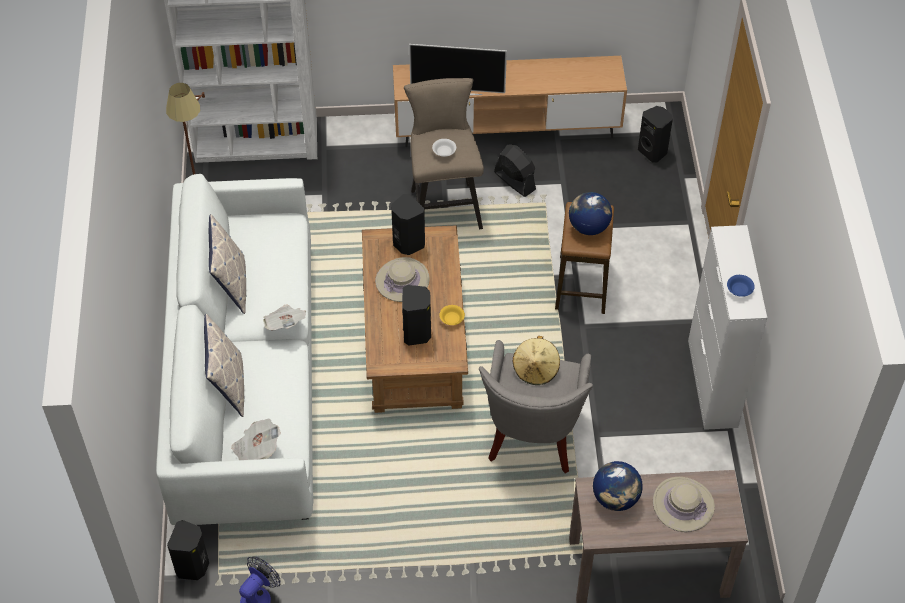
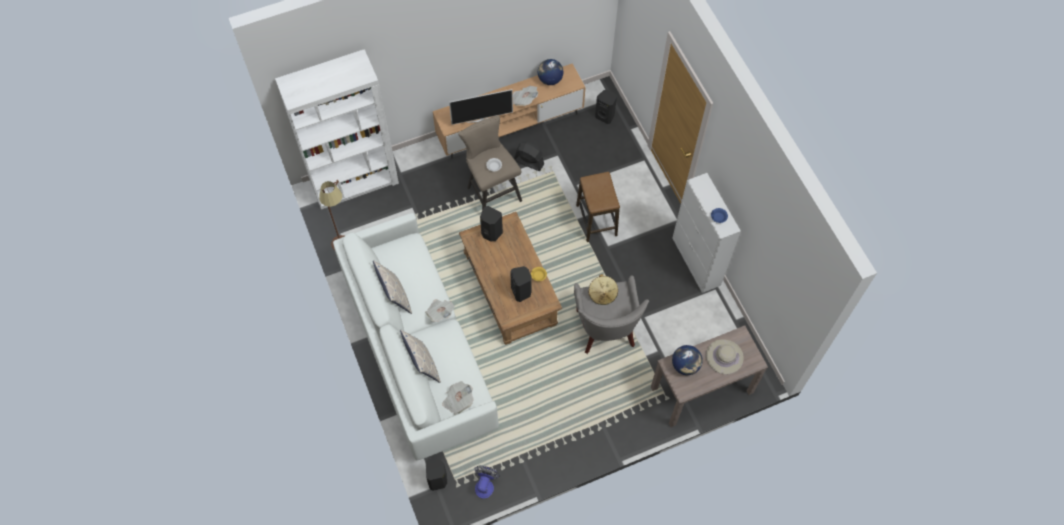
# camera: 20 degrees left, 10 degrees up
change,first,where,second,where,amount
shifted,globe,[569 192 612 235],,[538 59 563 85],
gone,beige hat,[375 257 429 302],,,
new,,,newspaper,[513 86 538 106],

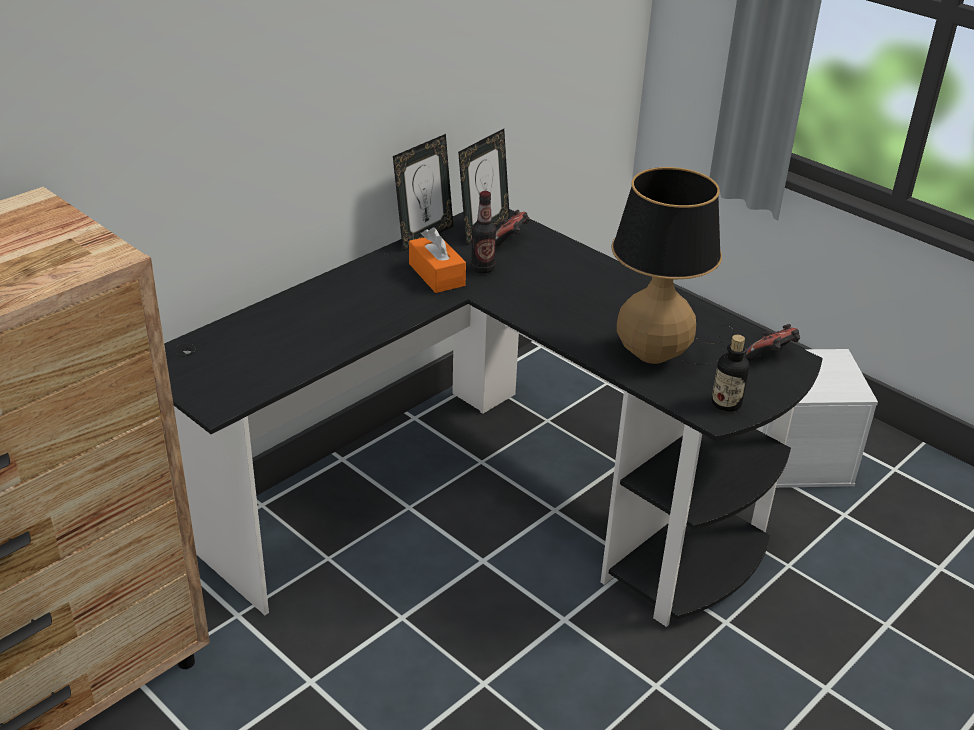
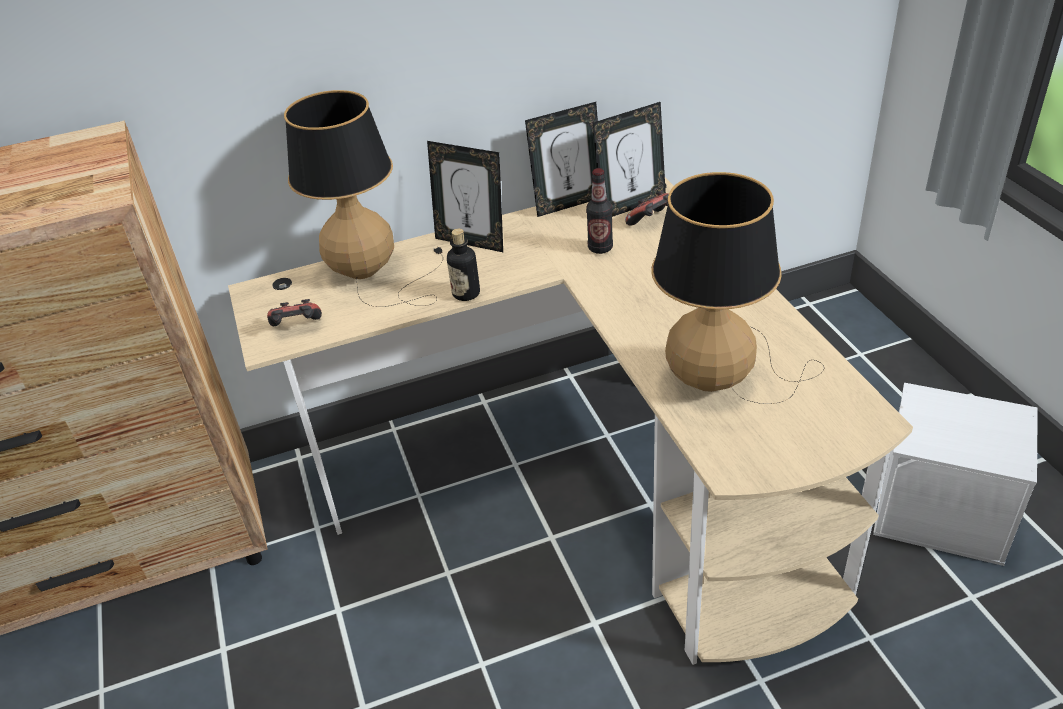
# camera: 30 degrees right, 5 degrees up
change,first,where,second,where,amount
repainted,black desk,[164 209 823 627],beige desk,[228 177 913 665],
gone,orange tissue box,[409 227 466 293],,,
shifted,game controller,[746 324 800 358],,[267 299 322 326],
shifted,bottle,[712 335 750 412],,[447 229 480 301],
new,,,table lamp,[284 90 443 307],
new,,,picture frame,[427 141 503 252],

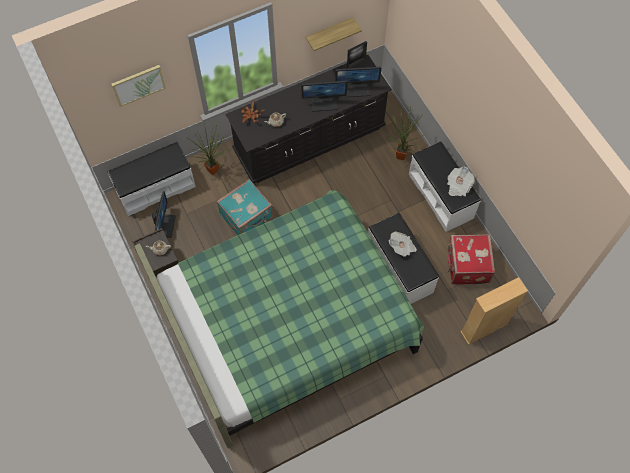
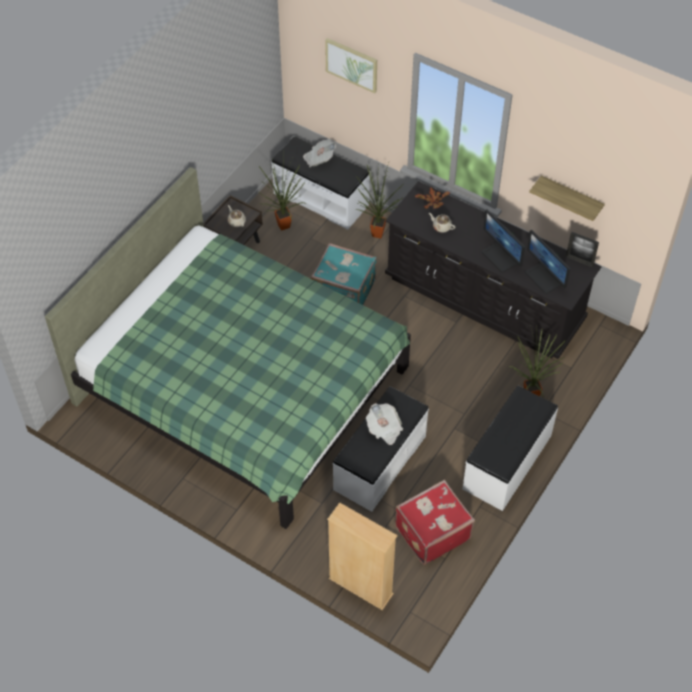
# camera: 60 degrees right, 10 degrees down
change,first,where,second,where,amount
shifted,newspaper,[447 167 475 196],,[303 139 336 167],
swapped,monitor,[152 191 176 238],potted plant,[259 152 307 231],

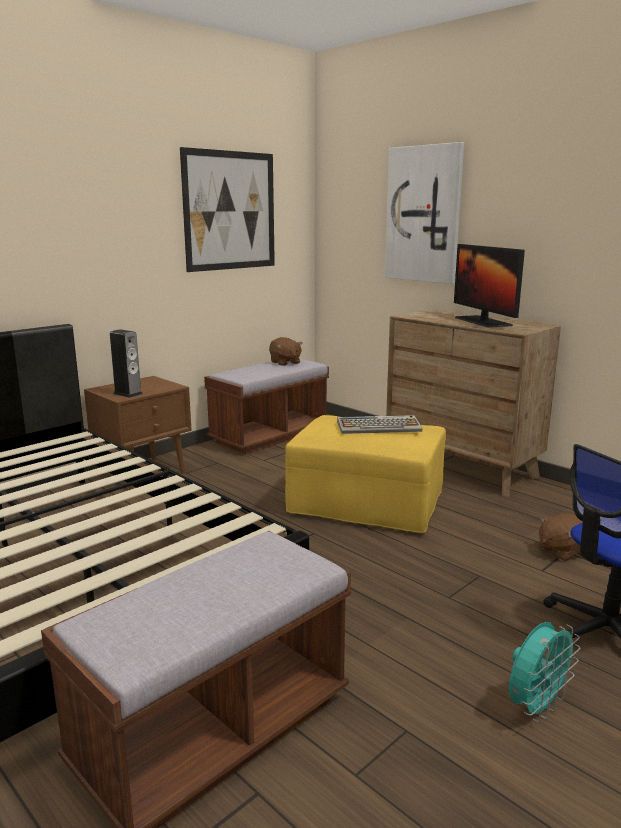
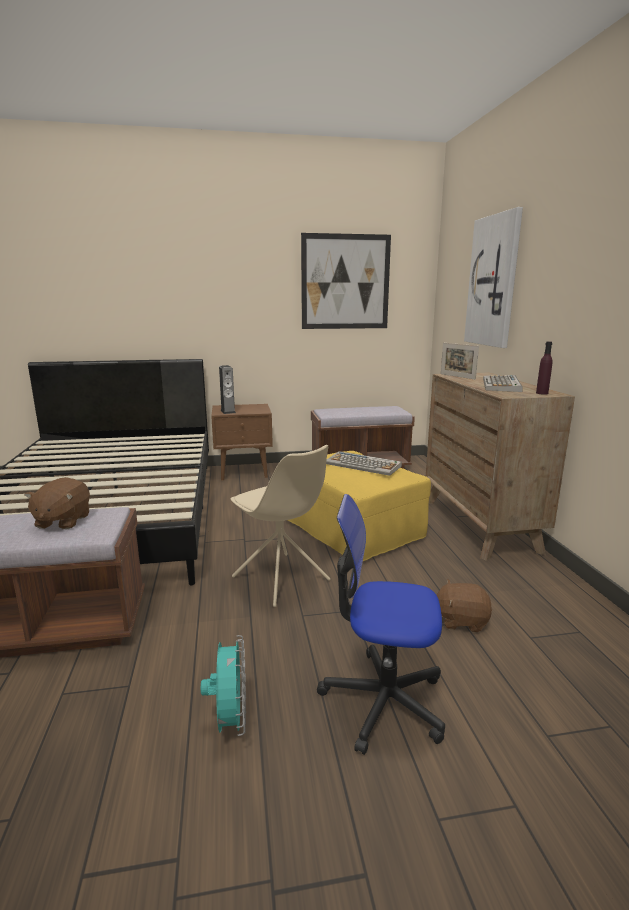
# camera: 35 degrees right, 0 degrees up
change,first,where,second,where,amount
swapped,monitor,[454 244 525 328],keyboard,[483 375 523 392],
shifted,brown plush toy,[269 337 302 366],,[24 477 90 529],
rotated,turquoise fan,[509 622 581 722],,[201 635 246 736],90 degrees counterclockwise
new,,,purple bottle,[536 341 553 394],
new,,,picture frame,[441 343 479 380],
new,,,beige chair,[231 445 330 607],

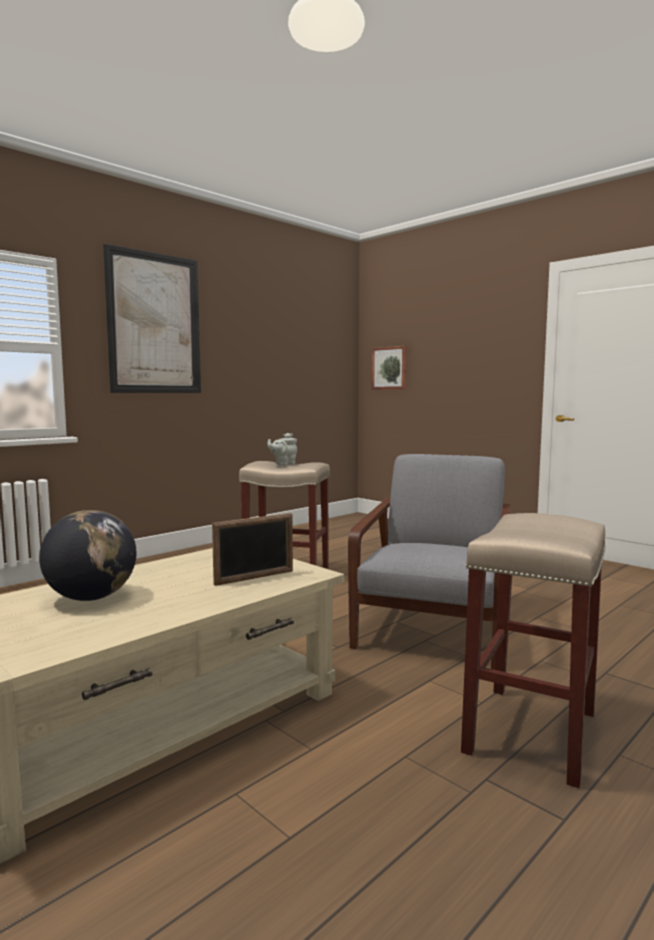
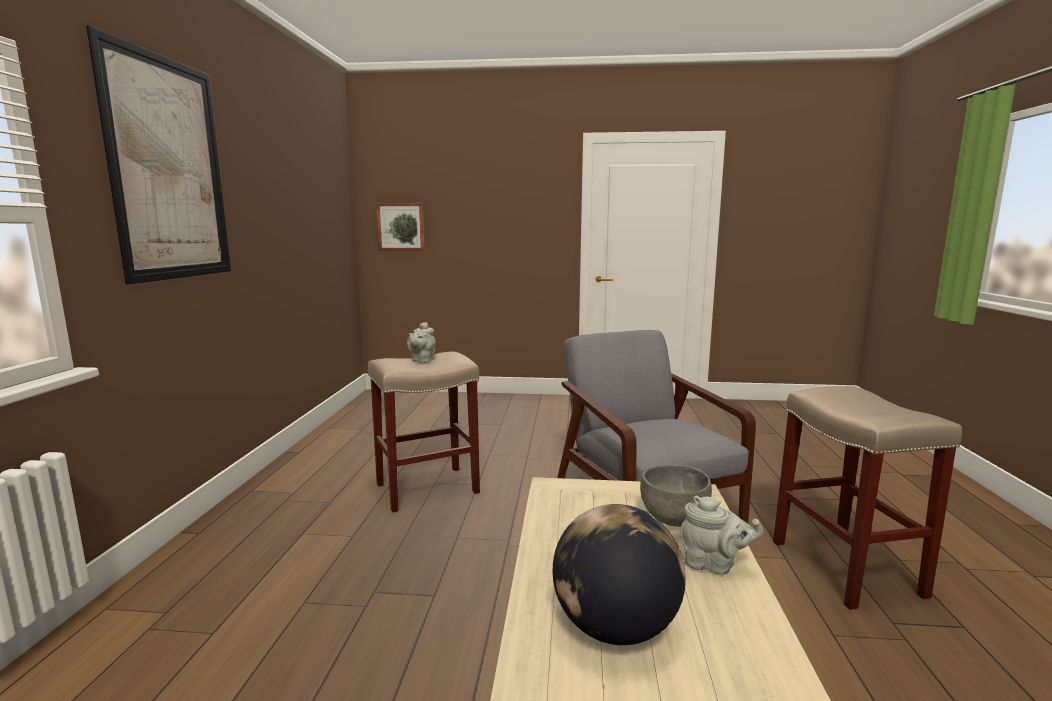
# camera: 40 degrees left, 5 degrees up
change,first,where,second,where,amount
swapped,picture frame,[212 513 293 586],grey bowl,[640 464 712 527],
new,,,grey teapot,[680 496 764 575],

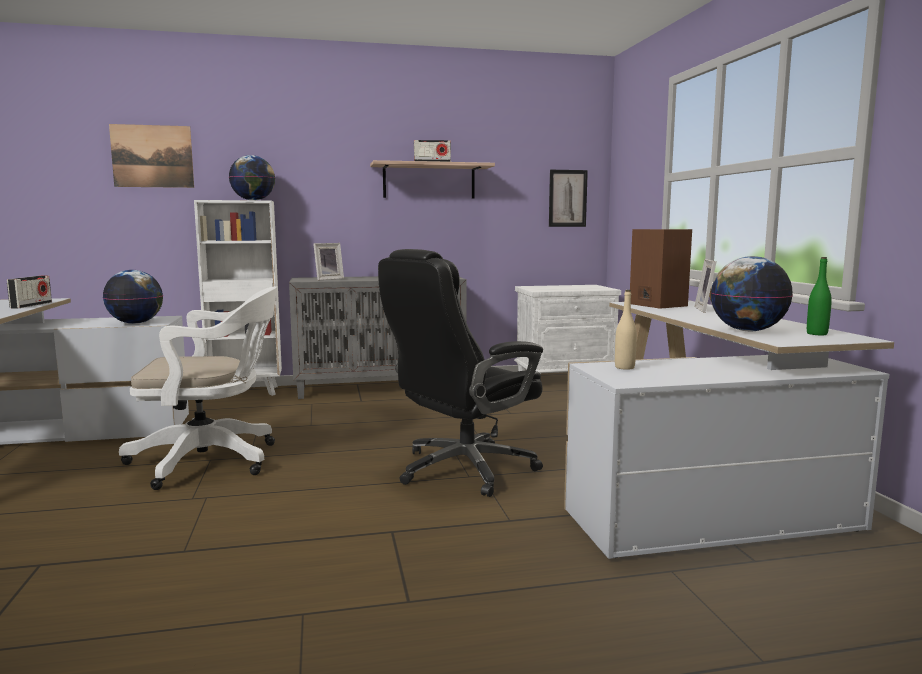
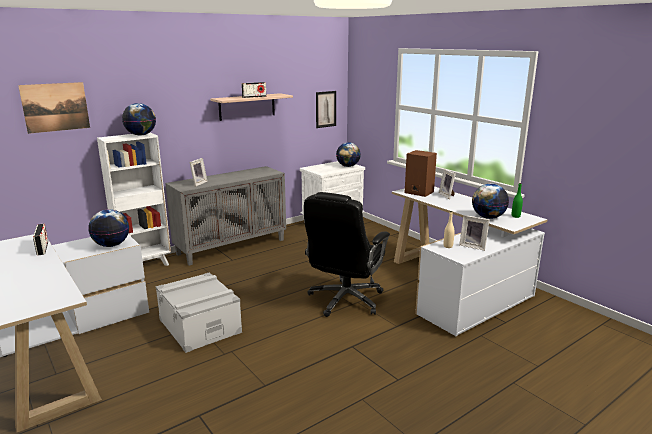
# camera: 25 degrees left, 10 degrees up
change,first,where,second,where,amount
swapped,white office chair,[119 286 277 490],grey storage box,[156 272 242 353],
new,,,globe,[336 142 361 167],
new,,,picture frame,[459 215 490 251],

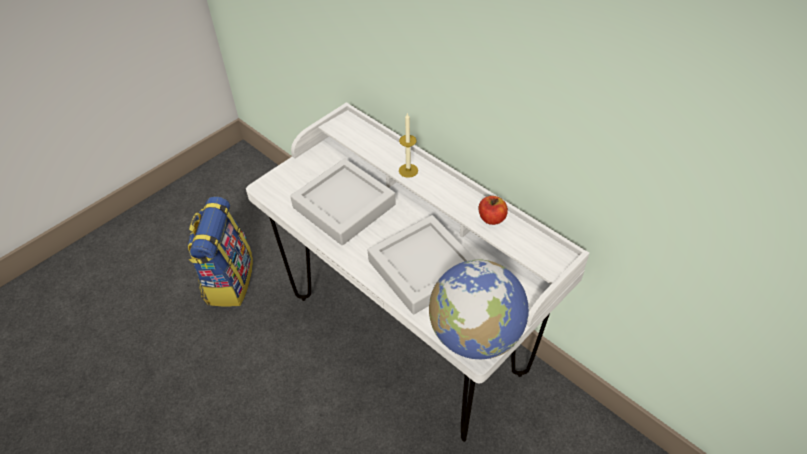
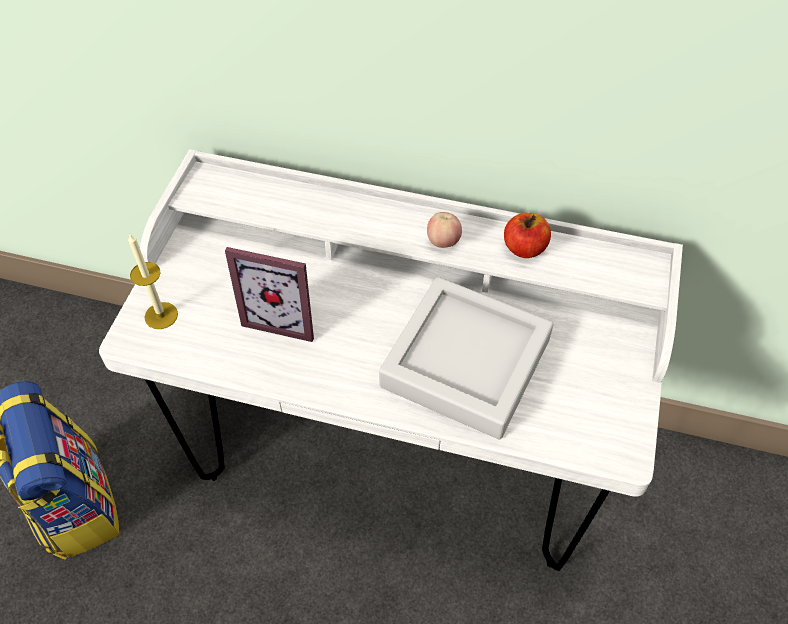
# camera: 30 degrees left, 5 degrees up
change,first,where,second,where,amount
shifted,candle,[399 113 418 178],,[128 234 178 329],
swapped,grey tray,[290 158 396 245],picture frame,[225 247 314 342],
gone,globe,[429 260 529 359],,,
new,,,apple,[427 212 462 248],

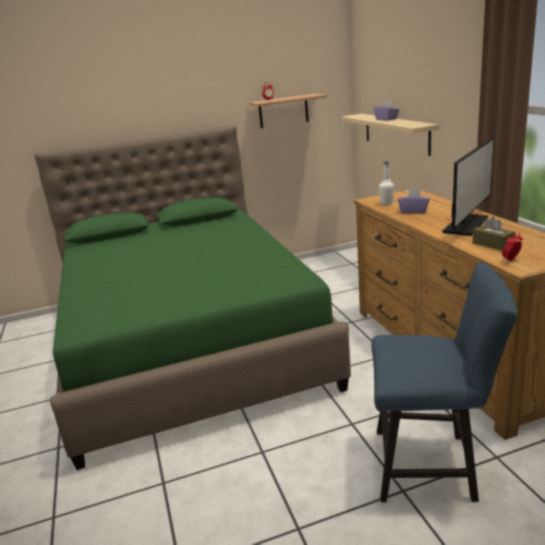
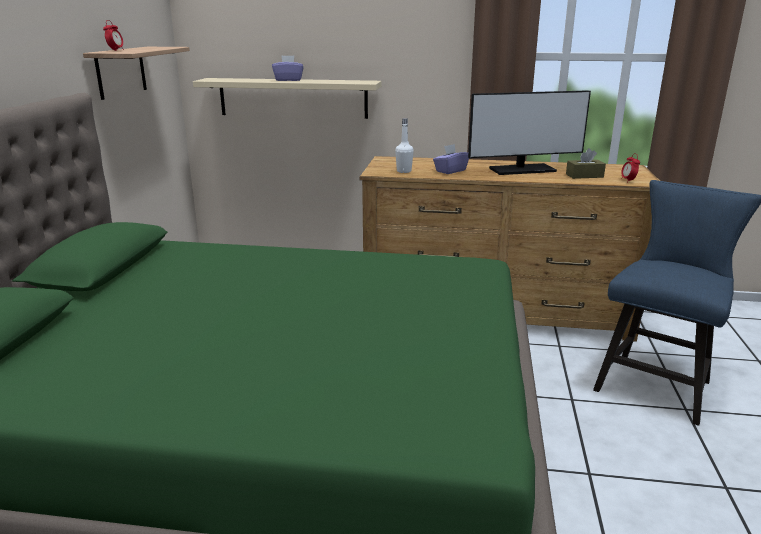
# camera: 65 degrees left, 0 degrees up
change,first,where,second,where,amount
rotated,monitor,[442 138 494 236],,[468 90 591 175],105 degrees clockwise

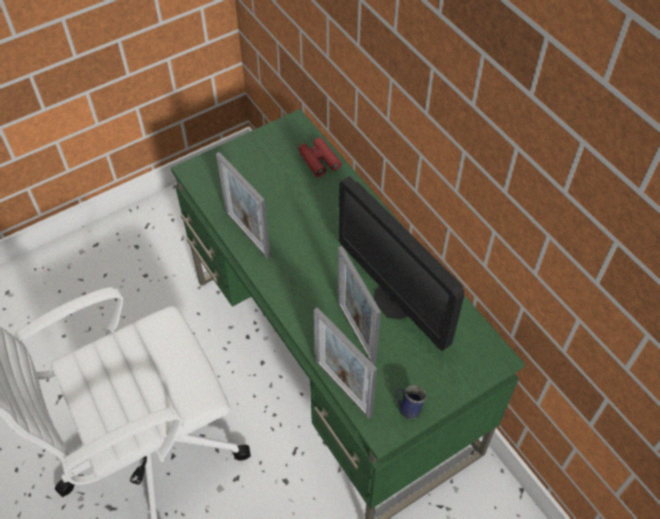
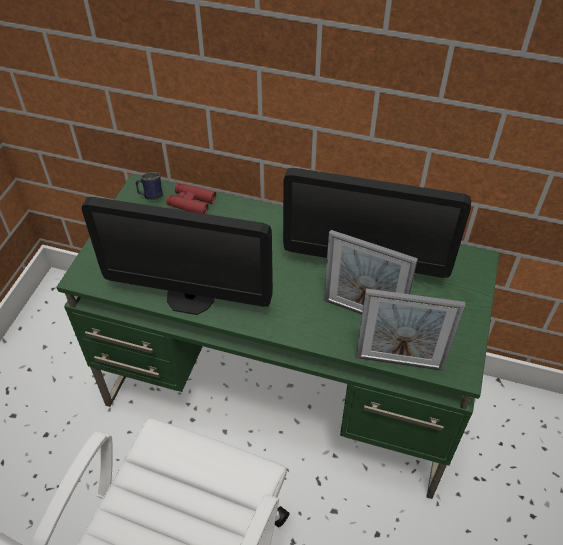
# camera: 40 degrees left, 5 degrees down
change,first,where,second,where,amount
swapped,picture frame,[216 152 271 259],monitor,[82 197 273 315],
shifted,blue mug,[395 385 427 419],,[136 172 163 200],

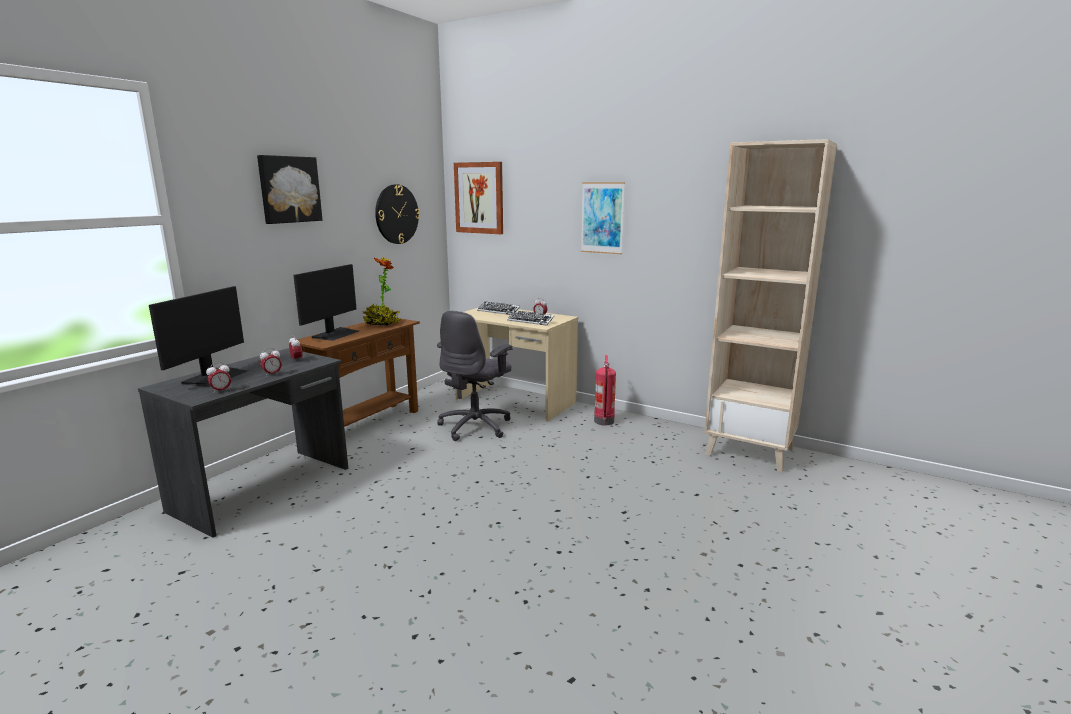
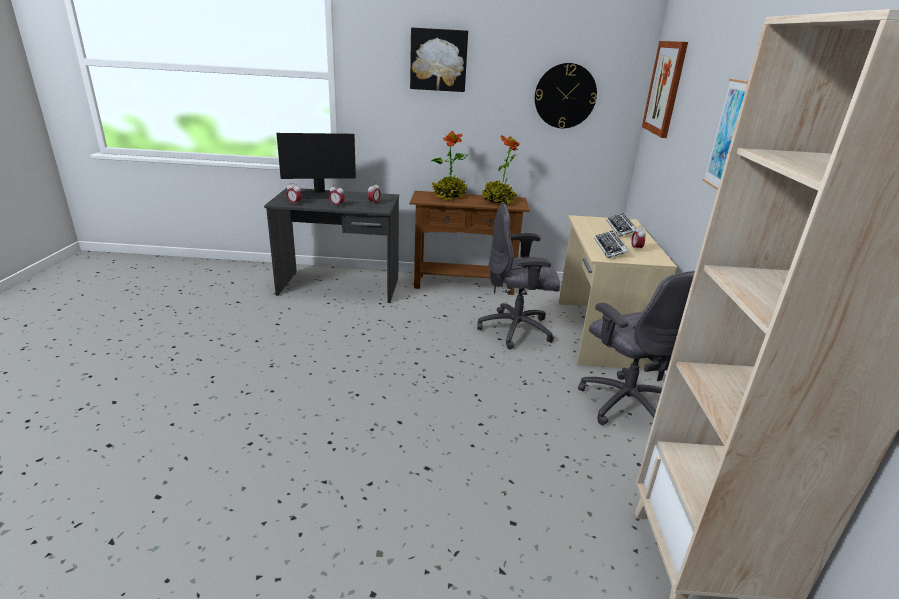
# camera: 60 degrees right, 10 degrees up
change,first,where,second,where,amount
swapped,monitor,[293 264 359 341],potted plant,[431 130 468 200],
swapped,fire extinguisher,[594 355 616 425],grey office chair,[578 271 695 425],

